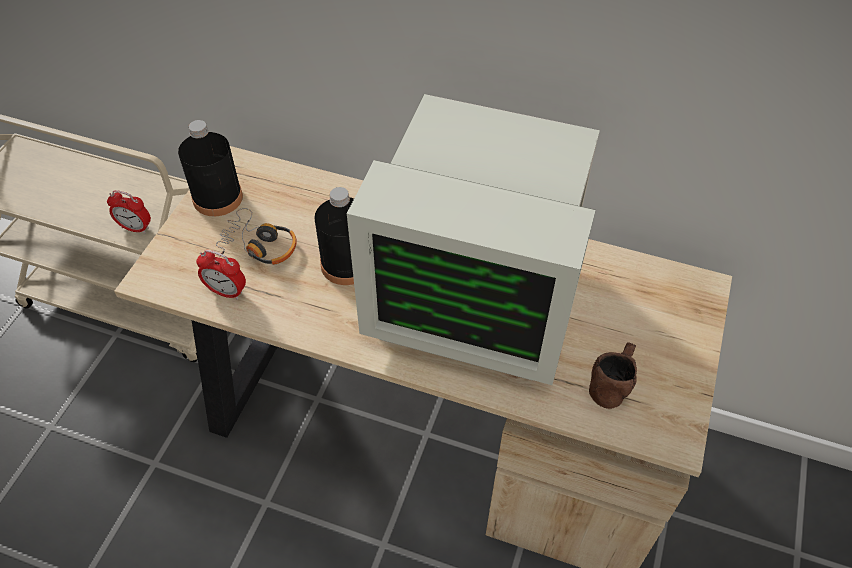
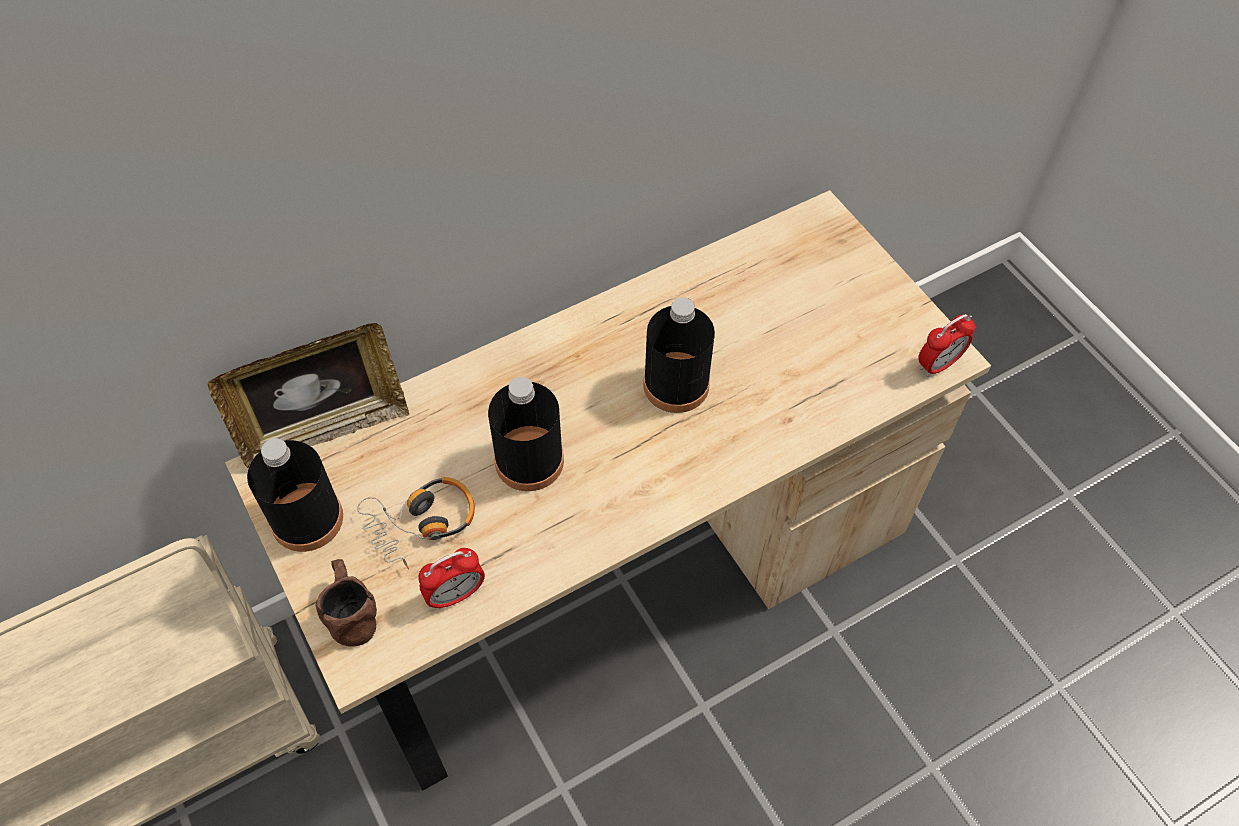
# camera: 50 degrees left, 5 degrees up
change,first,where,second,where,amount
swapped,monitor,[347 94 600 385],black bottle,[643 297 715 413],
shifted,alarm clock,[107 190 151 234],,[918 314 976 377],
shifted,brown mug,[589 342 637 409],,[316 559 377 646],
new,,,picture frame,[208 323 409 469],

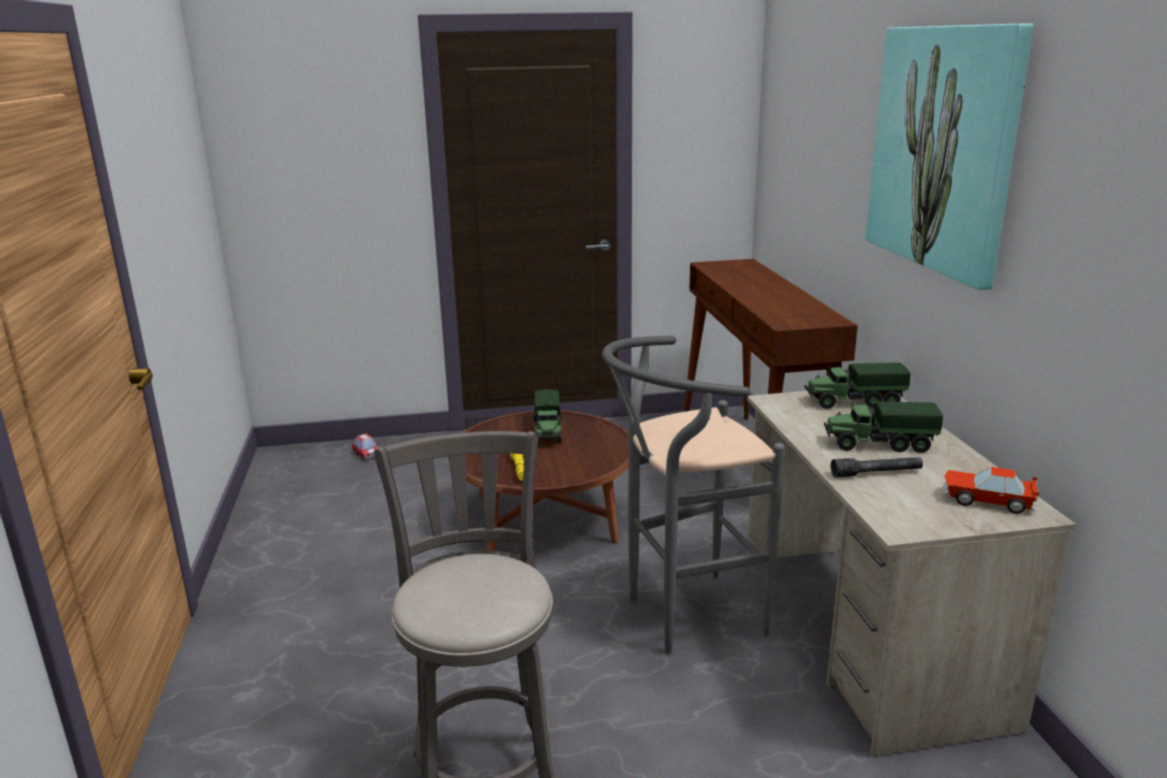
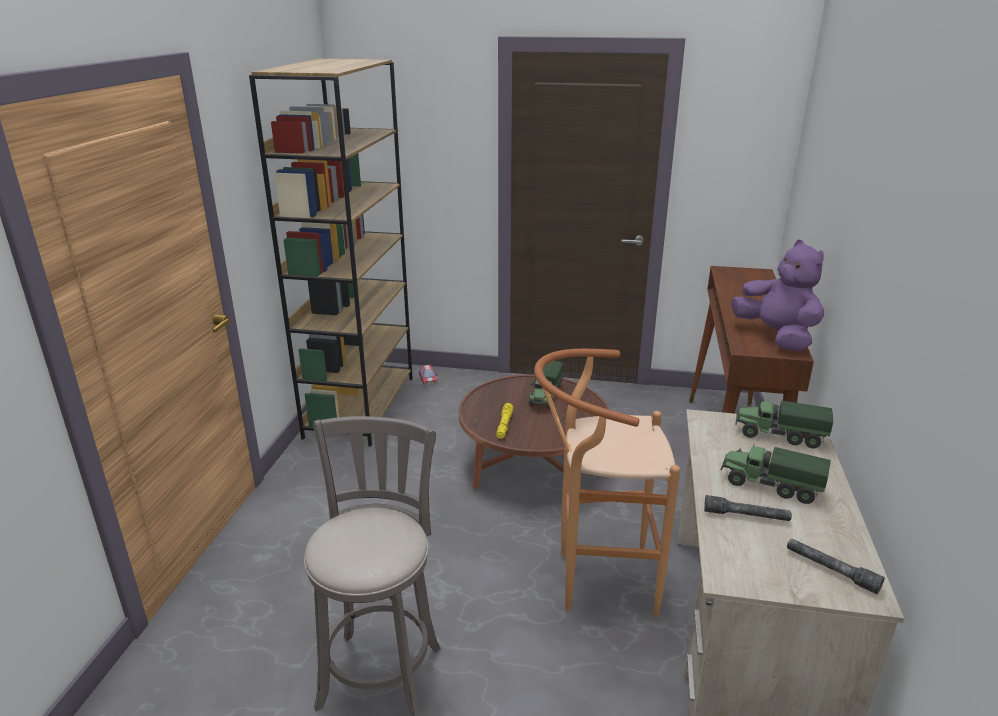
# camera: 20 degrees right, 5 degrees up
change,first,where,second,where,amount
gone,picture,[865 23 1034 290],,,
repainted,grey stool,[602 336 785 654],brown stool,[534 349 680 618],
swapped,toy car,[942 467 1041 514],grey flashlight,[787 539 885 595],
new,,,brown bookcase,[249 59 413 447],
new,,,purple plush toy,[731 240 824 352],

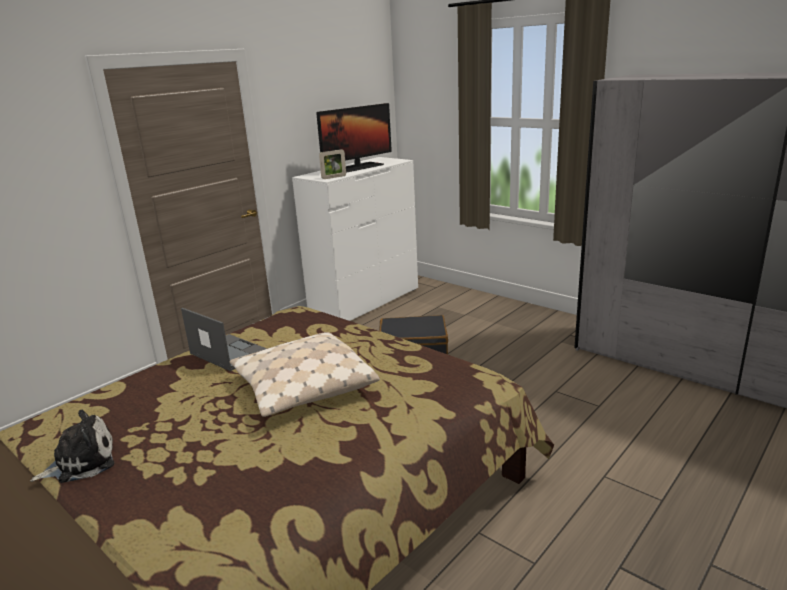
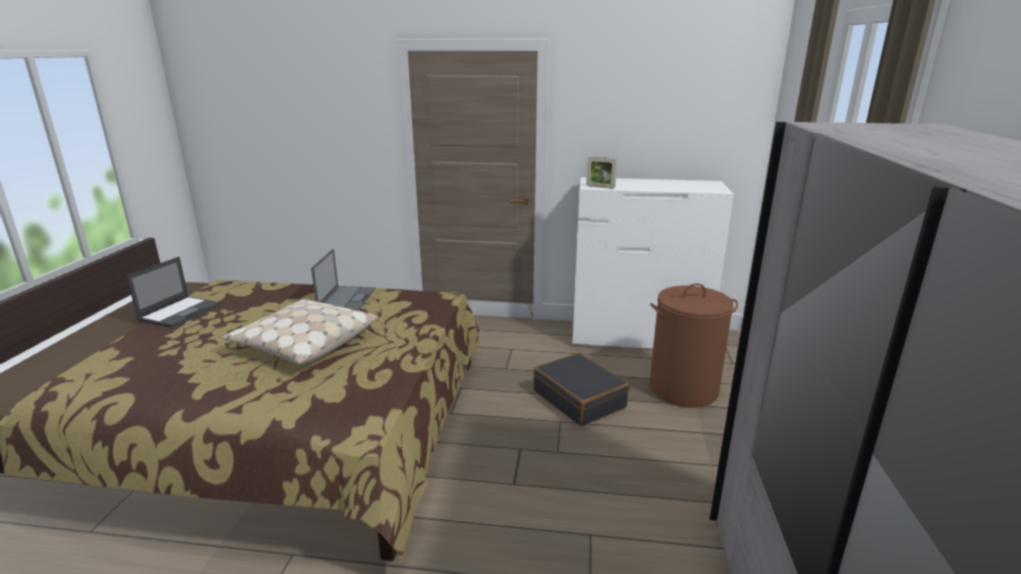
# camera: 55 degrees right, 0 degrees up
change,first,where,second,where,amount
gone,monitor,[316 103 392 173],,,
swapped,plush toy,[30 410 114 483],laptop,[126 257 220 328],
new,,,brown laundry basket,[649 283 738 408],

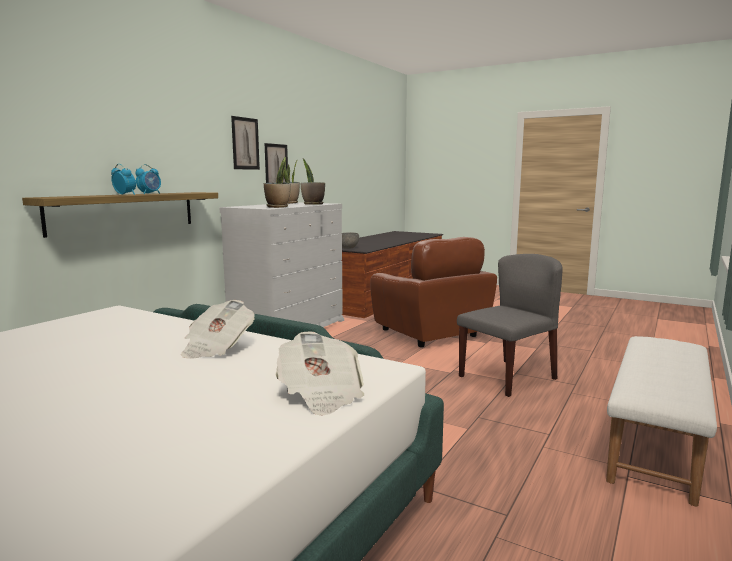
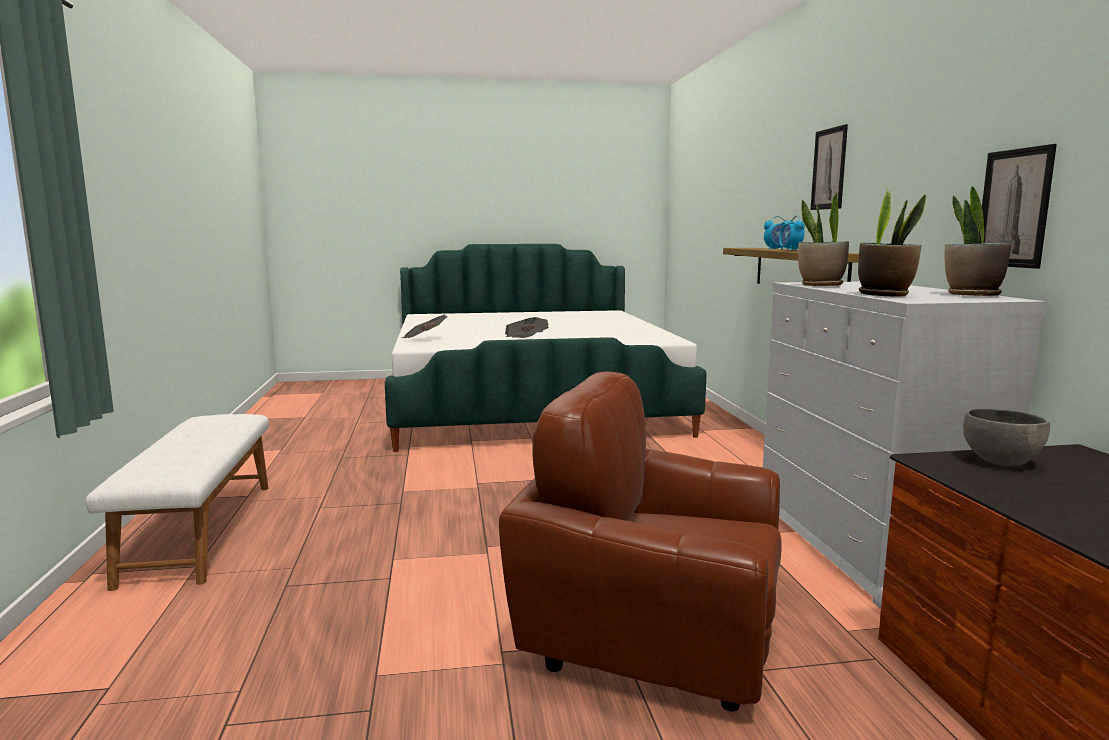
# camera: 140 degrees right, 0 degrees up
change,first,where,second,where,amount
shifted,picture,[231 116 260 170],,[810 124 848 210],
gone,grey chair,[457 254 563 397],,,

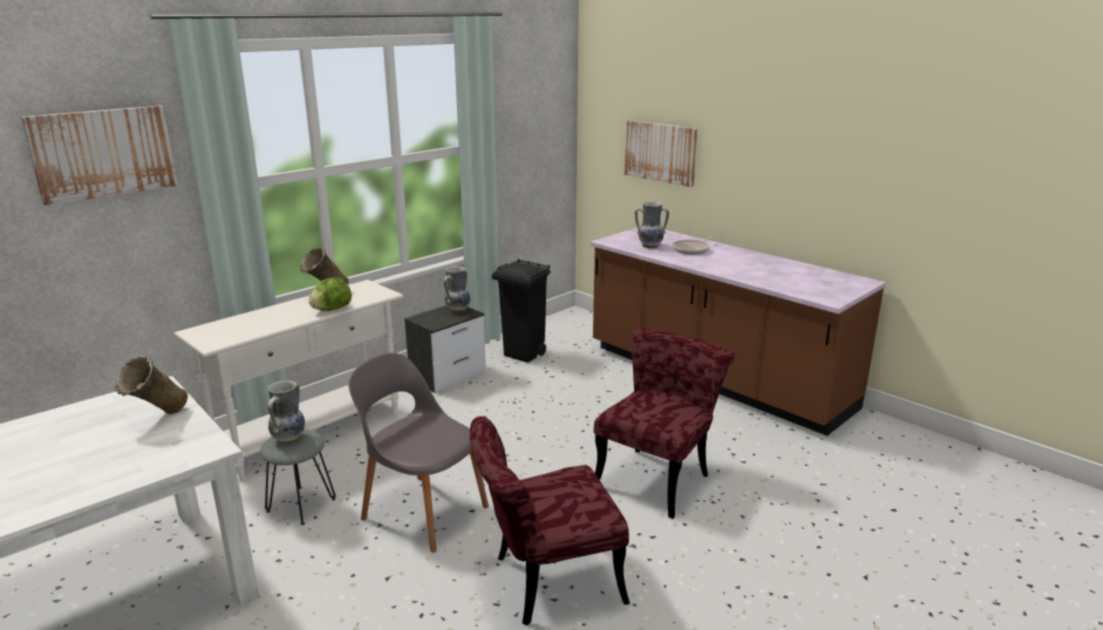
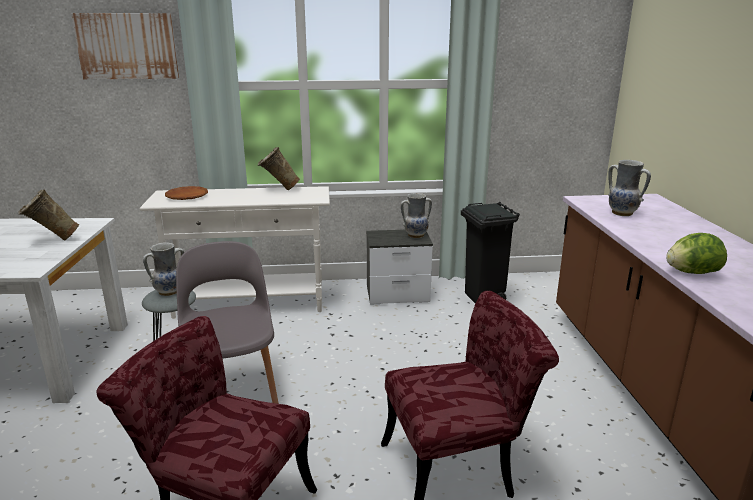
# camera: 40 degrees right, 0 degrees up
change,first,where,second,where,amount
gone,picture,[624 120 698 187],,,
gone,frying pan,[672 236 714 254],,,
shifted,lettuce,[309 278 352 311],,[666 233 727 274],
new,,,brown plate,[165 186 208 200],

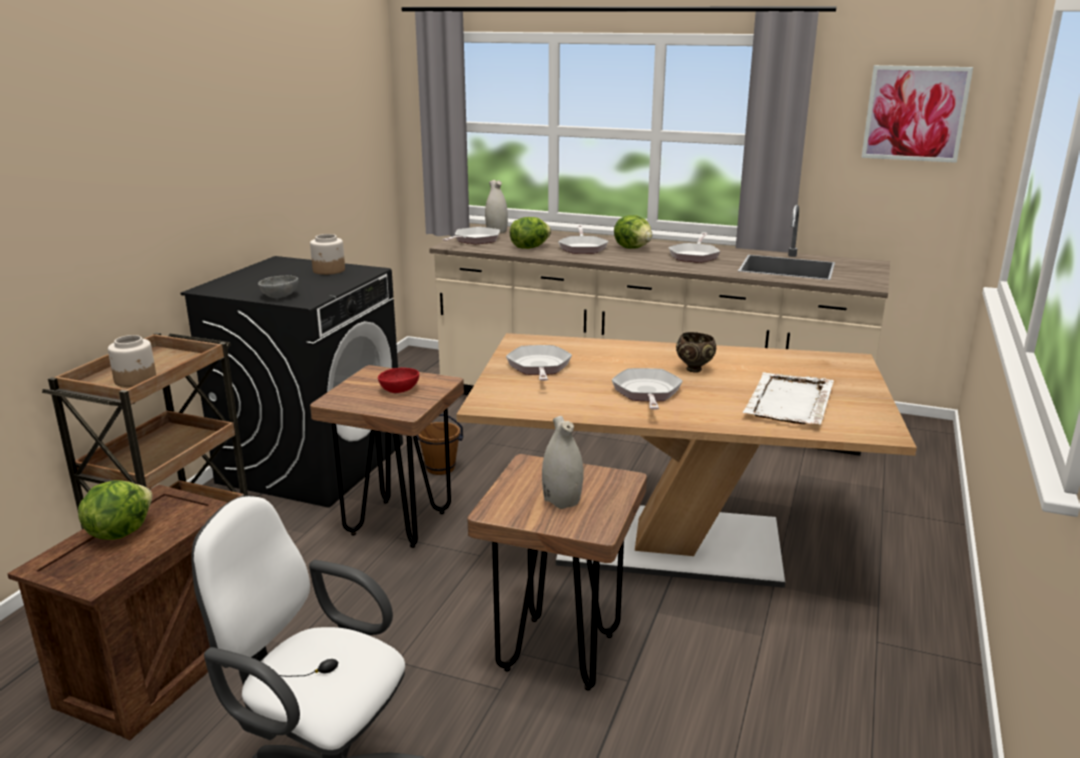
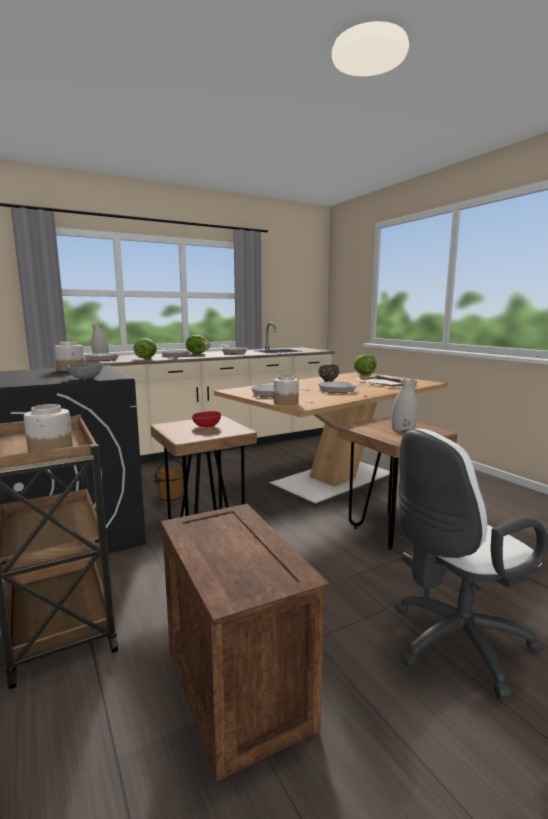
# camera: 50 degrees left, 10 degrees down
change,first,where,second,where,amount
gone,picture,[861 65 973 163],,,
shifted,lettuce,[78 480 152 540],,[354 354 376 374],
new,,,jar,[274 375 299 405],

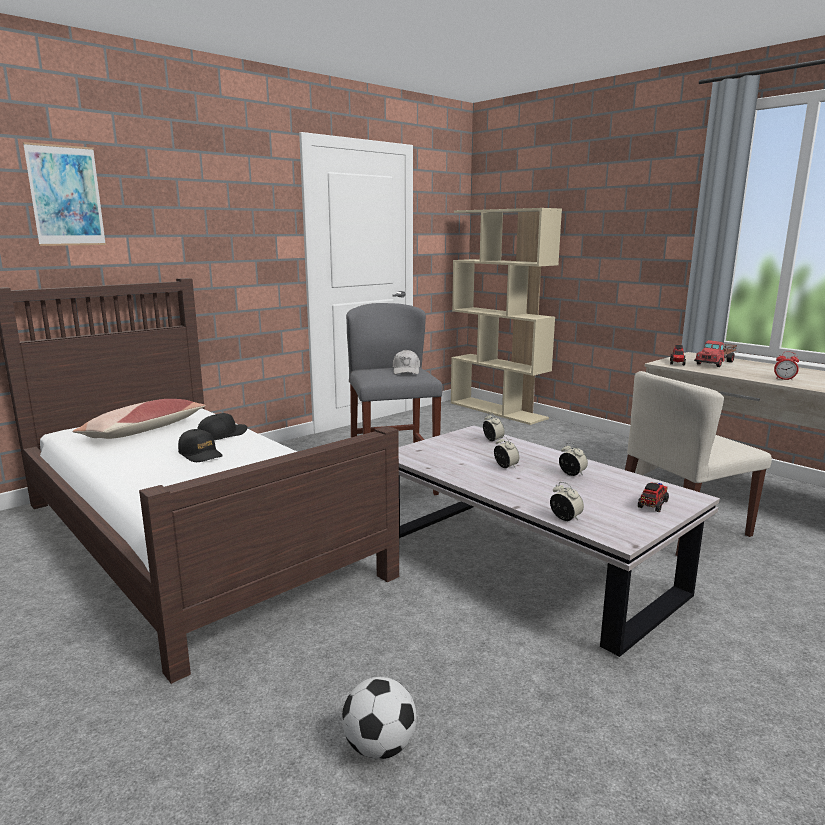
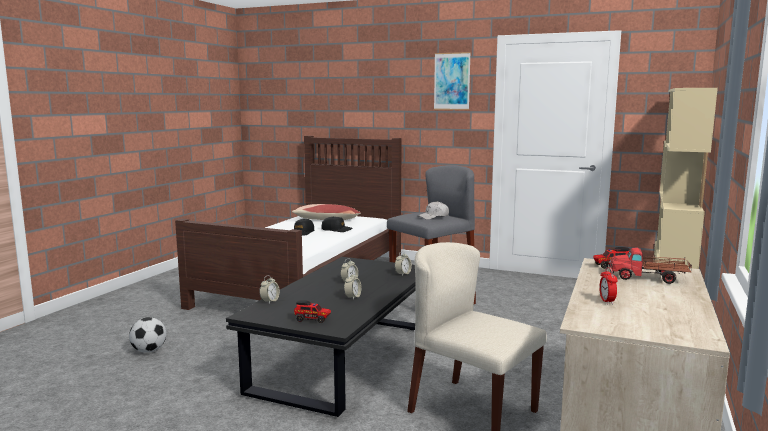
# camera: 65 degrees right, 5 degrees down
change,first,where,second,where,amount
shifted,picture,[23 142 106 246],,[434 52 471 110],
repainted,white coffee table,[399 425 720 657],black coffee table,[226 257 416 417],

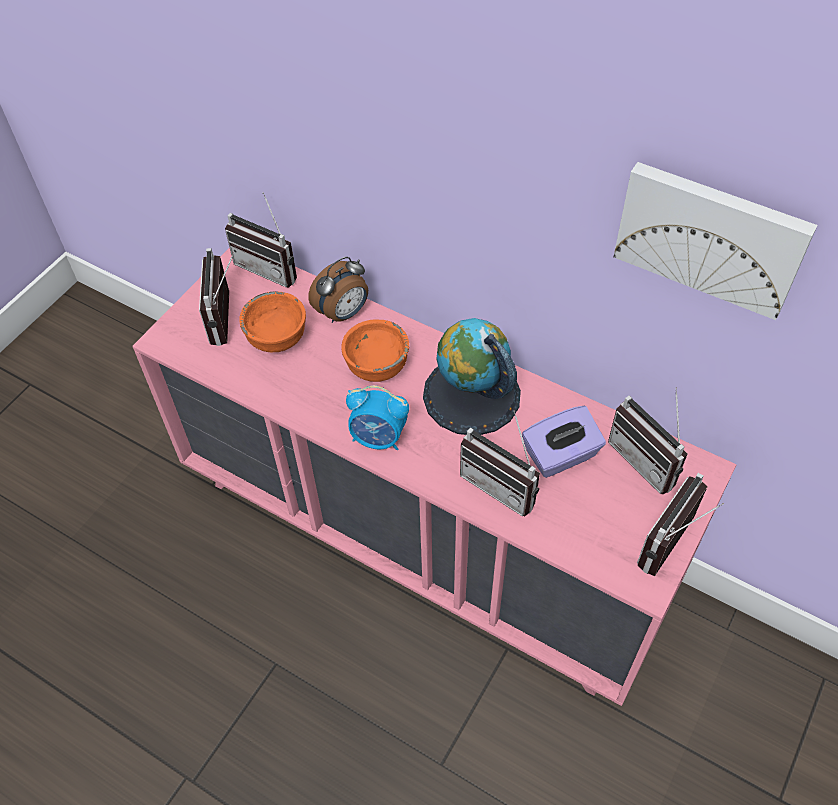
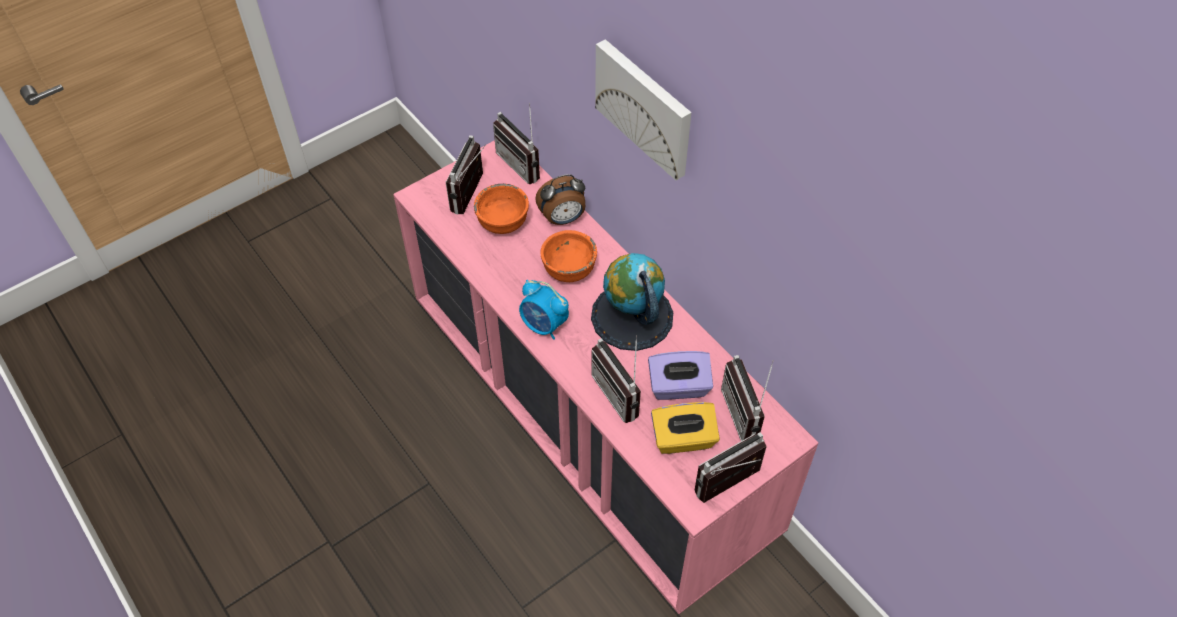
# camera: 20 degrees right, 0 degrees up
change,first,where,second,where,amount
shifted,picture,[613 162 817 320],,[595 39 692 180],
new,,,yellow tissue box,[651 402 720 454],

